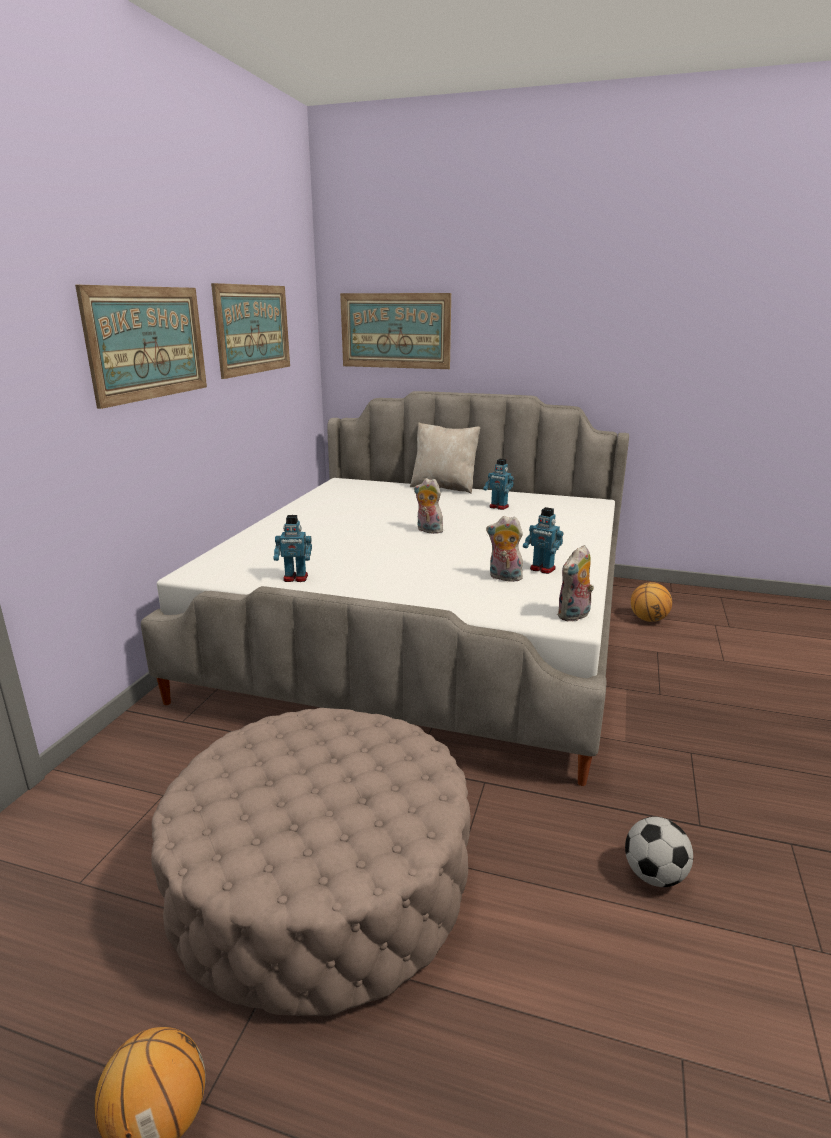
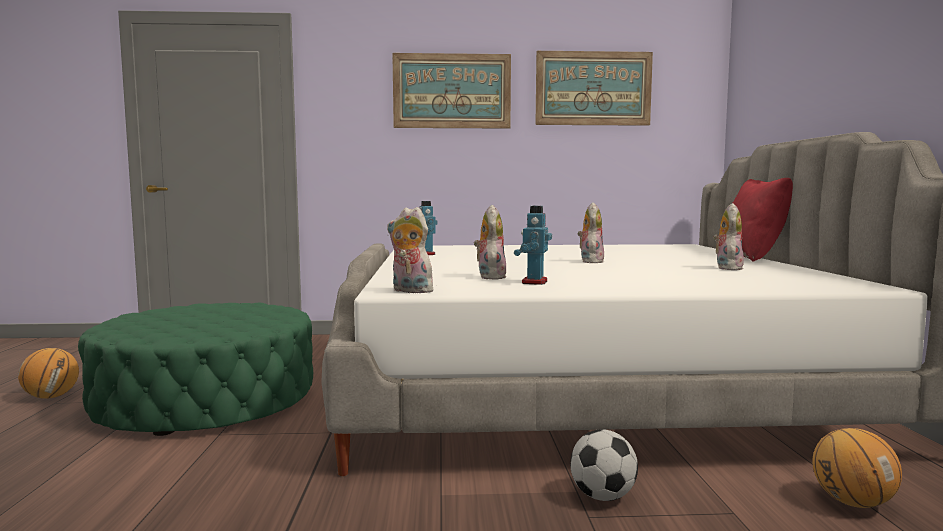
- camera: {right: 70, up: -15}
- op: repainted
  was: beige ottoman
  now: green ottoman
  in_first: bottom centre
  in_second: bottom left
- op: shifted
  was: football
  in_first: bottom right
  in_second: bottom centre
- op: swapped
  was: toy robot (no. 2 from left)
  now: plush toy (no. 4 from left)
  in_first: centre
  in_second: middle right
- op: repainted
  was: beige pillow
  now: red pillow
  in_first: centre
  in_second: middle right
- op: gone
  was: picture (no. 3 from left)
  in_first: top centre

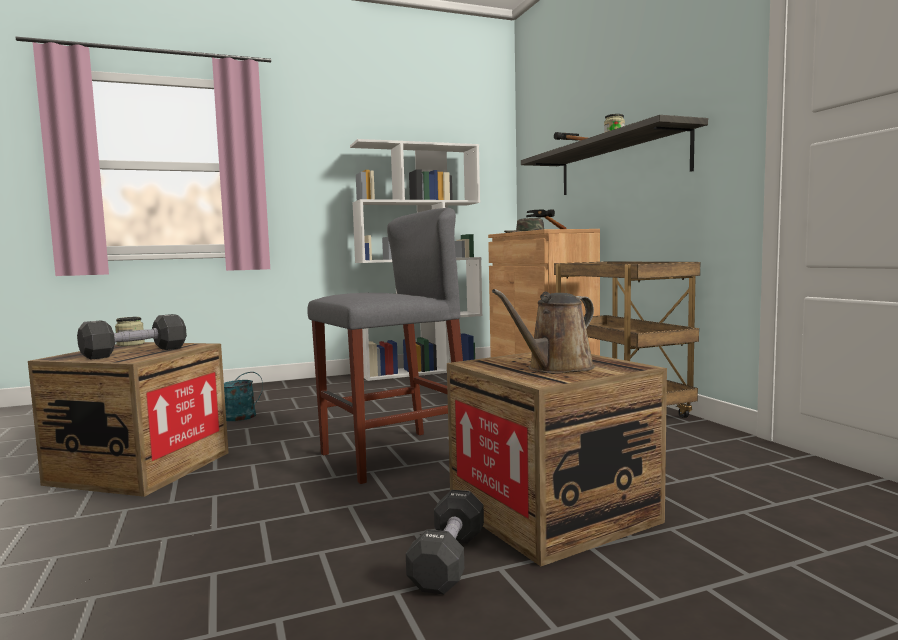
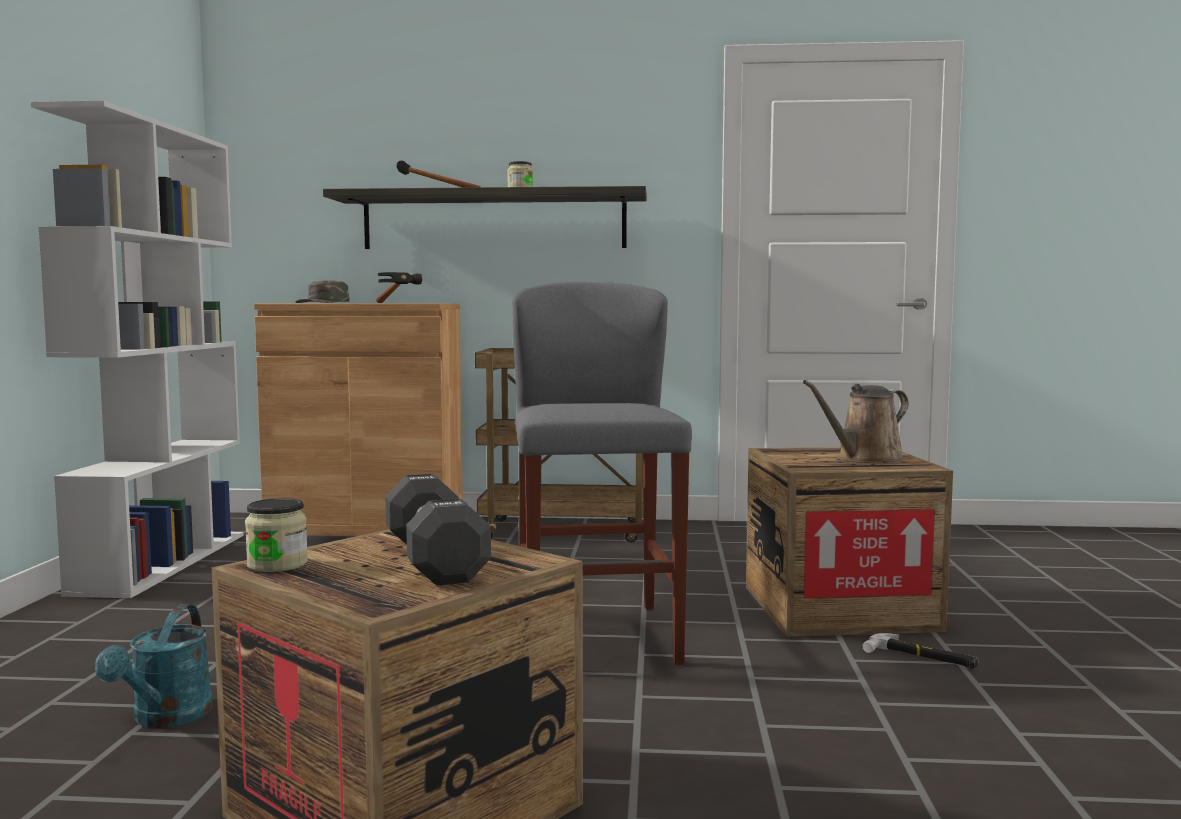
- camera: {right: -65, up: 0}
- op: rotated
  was: brown watering can
  in_first: centre
  in_second: middle right
  clockwise: 75
- op: swapped
  was: black dumbbell (no. 2 from left)
  now: hammer (no. 3 from left)
  in_first: bottom centre
  in_second: bottom right

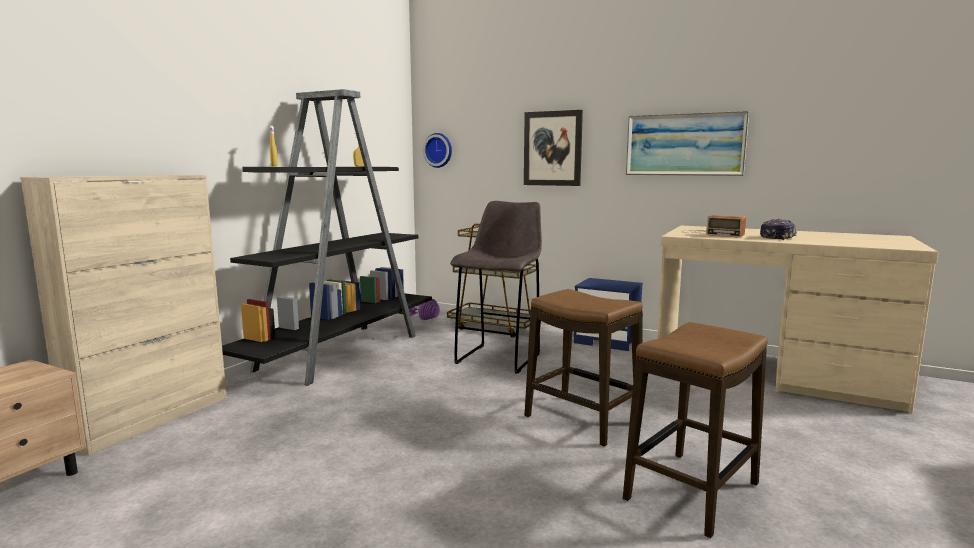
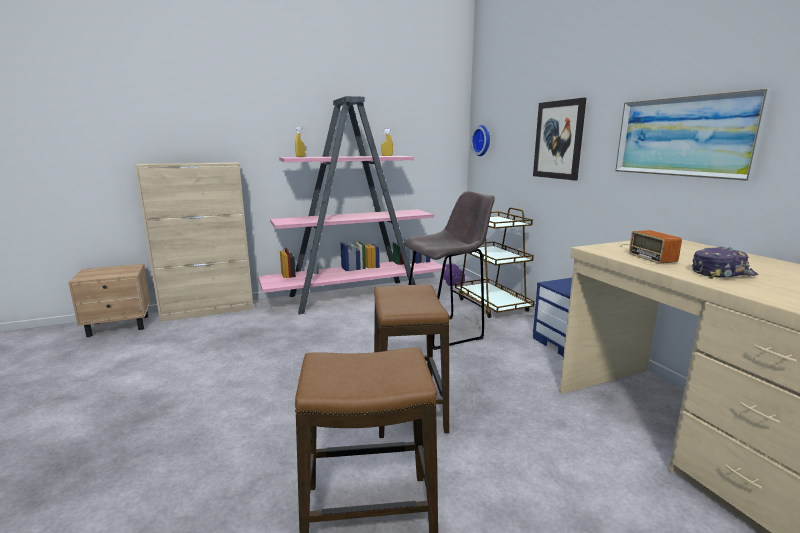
- camera: {right: 40, up: 5}
- op: repainted
  was: black bookcase
  now: pink bookcase
  in_first: centre
  in_second: centre

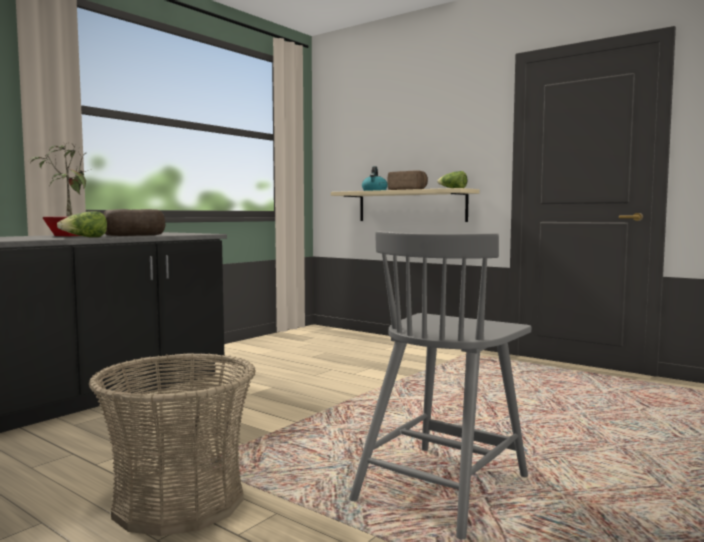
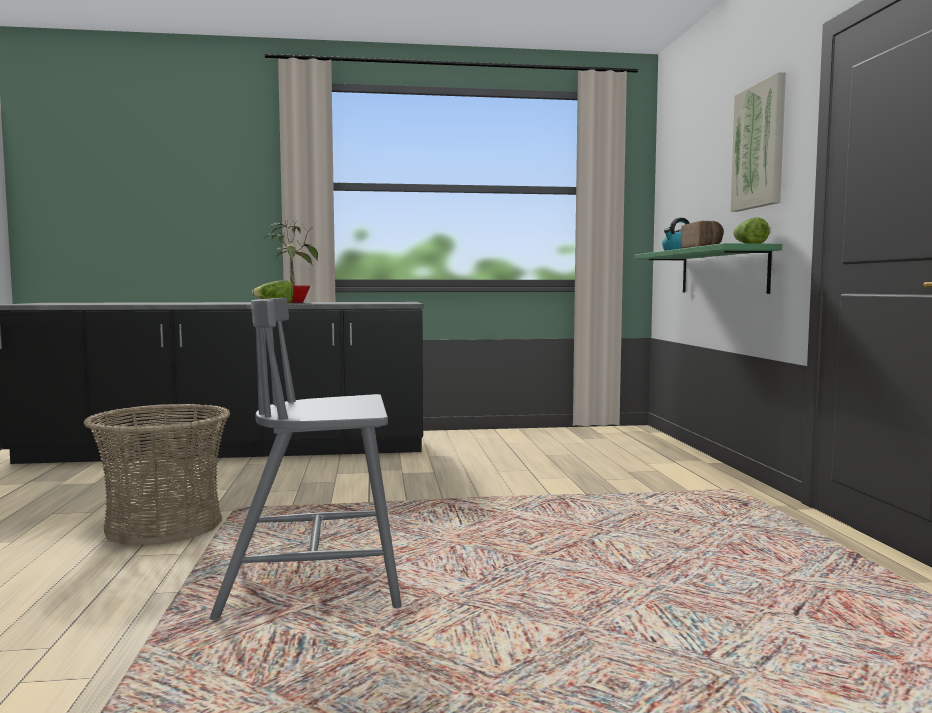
- camera: {right: 45, up: 0}
- op: repainted
  was: beige shelf
  now: green shelf
  in_first: centre
  in_second: middle right
- op: new
  now: picture
  in_second: top right
- op: gone
  was: bread (no. 1 from left)
  in_first: middle left

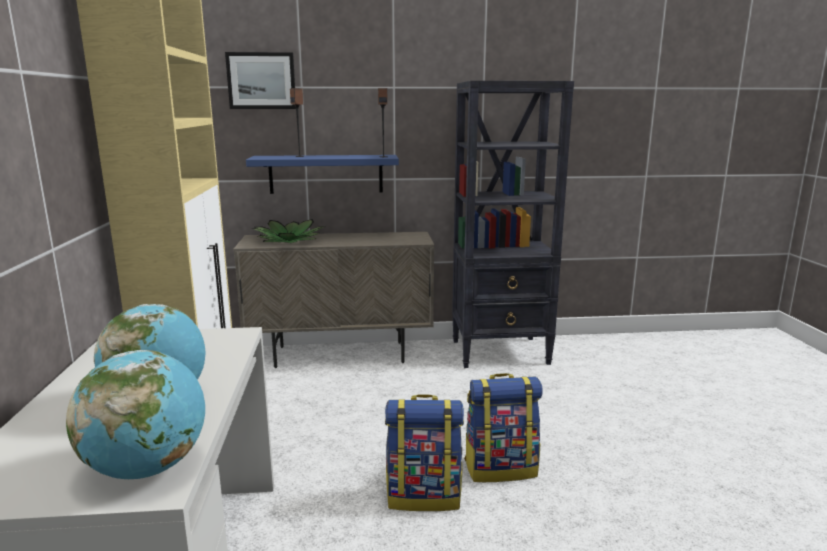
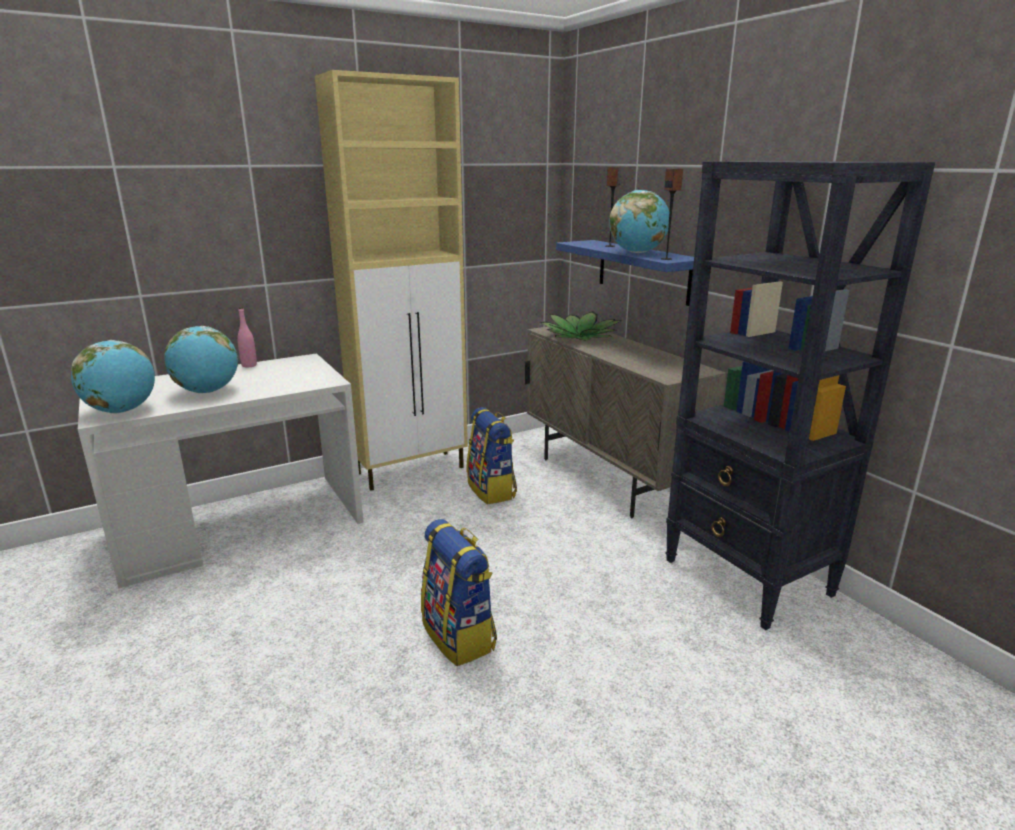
- camera: {right: 65, up: 5}
- op: new
  now: pink bottle
  in_second: middle left
- op: shifted
  was: backpack (no. 1 from left in the first image)
  now: backpack (no. 2 from left)
  in_first: bottom centre
  in_second: centre
- op: new
  now: globe (no. 3 from left)
  in_second: top centre
- op: gone
  was: picture
  in_first: top left

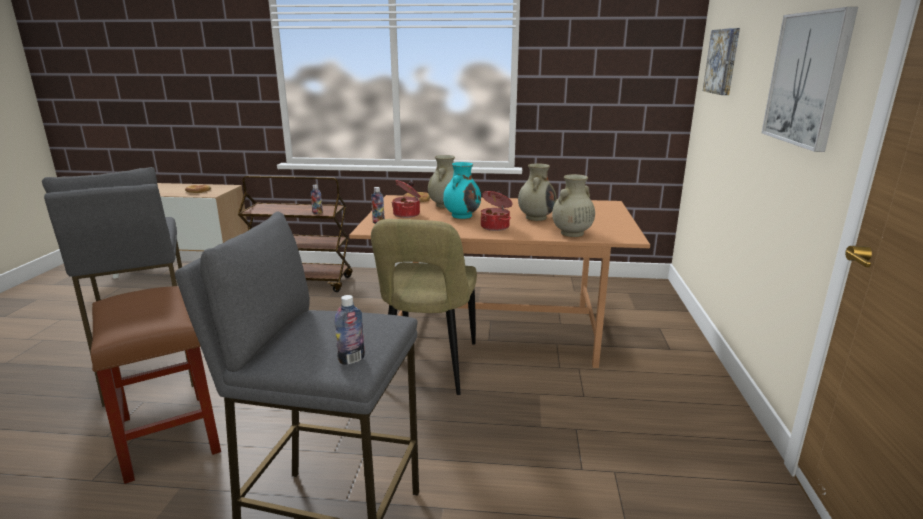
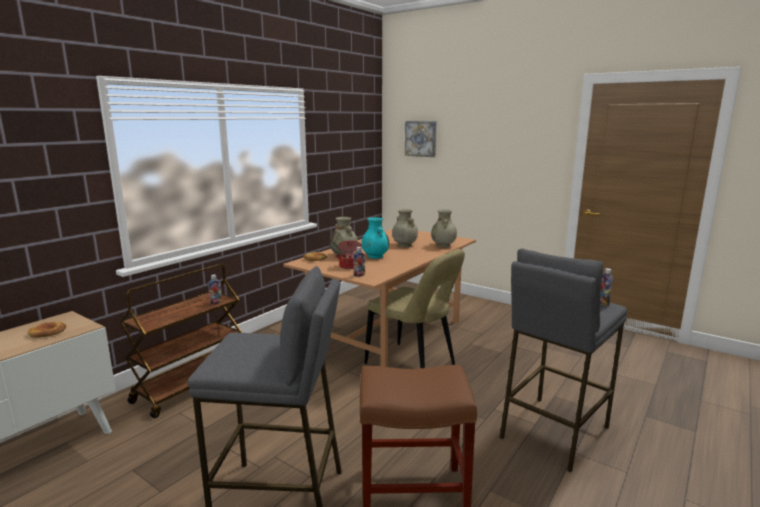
- camera: {right: -60, up: -5}
- op: gone
  was: cooking pot (no. 2 from left)
  in_first: centre
- op: gone
  was: picture (no. 2 from left)
  in_first: top right

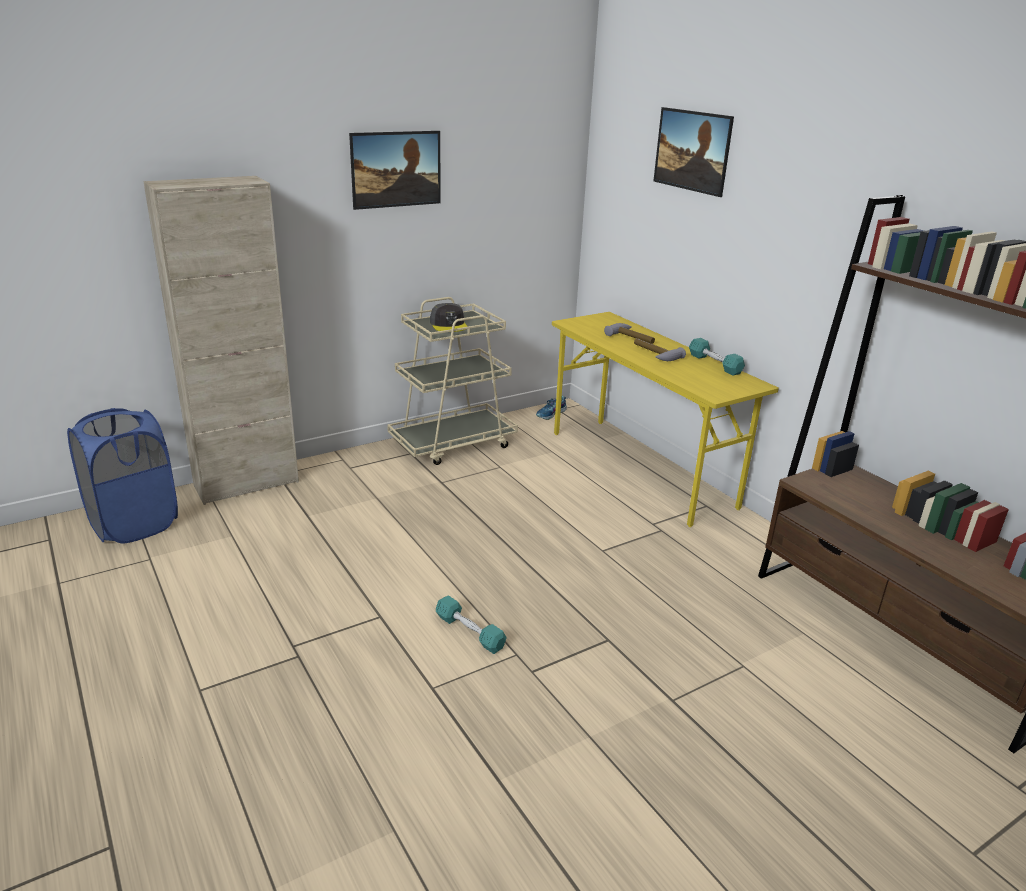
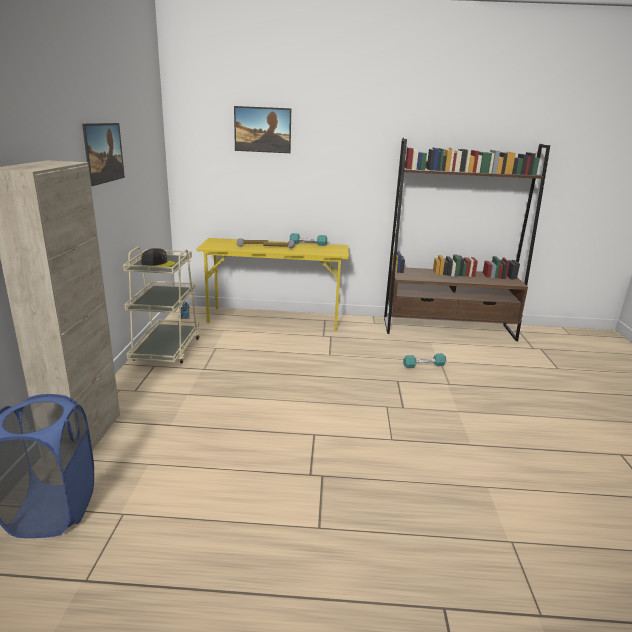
- camera: {right: -55, up: -5}
- op: shifted
  was: turquoise dumbbell (no. 1 from left in the first image)
  now: turquoise dumbbell (no. 2 from left)
  in_first: bottom centre
  in_second: middle right

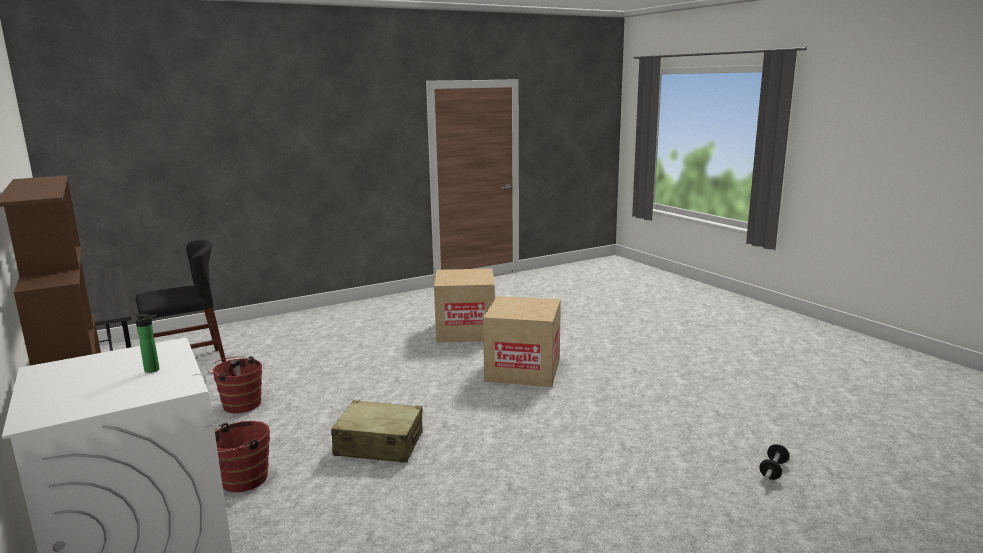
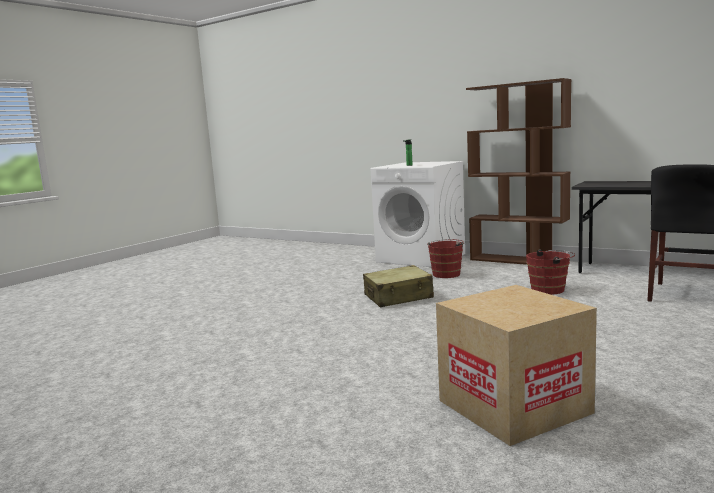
- camera: {right: 155, up: -5}
- op: gone
  was: cardboard box (no. 2 from left)
  in_first: centre
- op: gone
  was: dumbbell
  in_first: bottom right

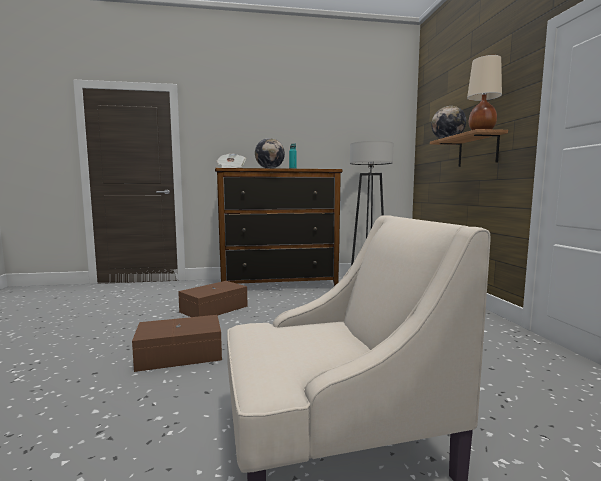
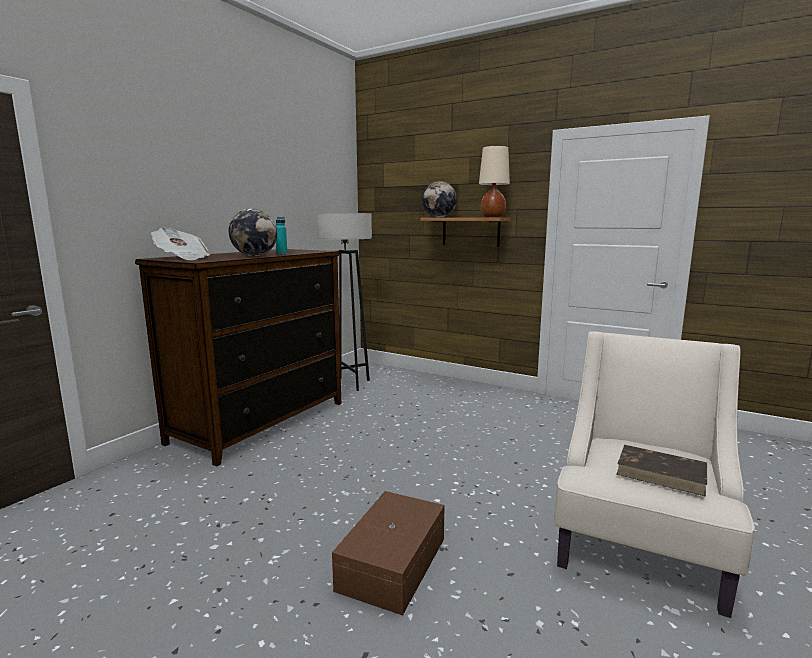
- camera: {right: -50, up: 5}
- op: new
  now: brown book
  in_second: bottom right
- op: gone
  was: brown storage box (no. 2 from left)
  in_first: centre

